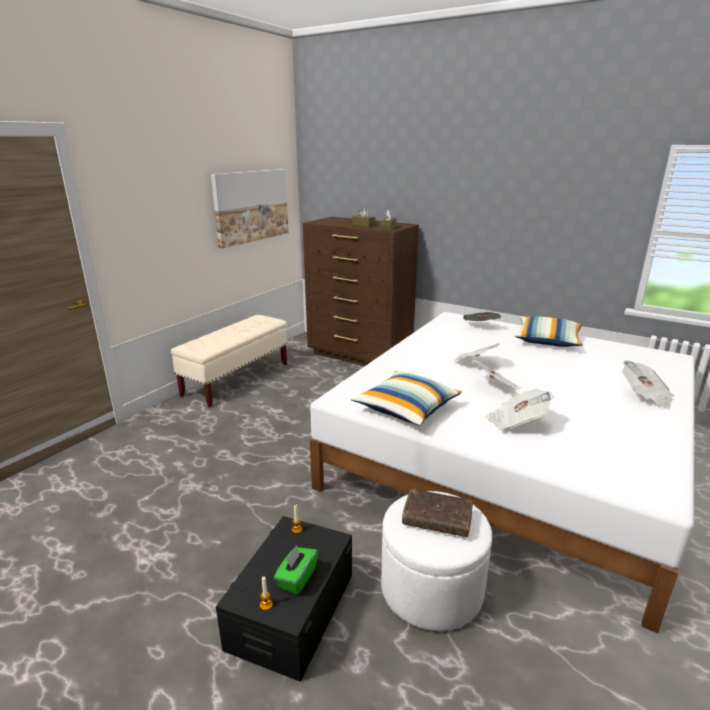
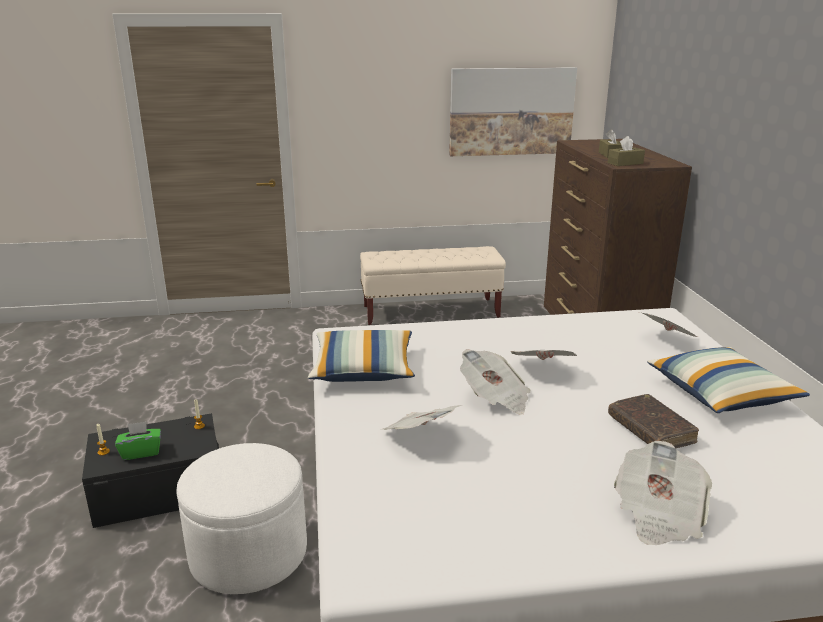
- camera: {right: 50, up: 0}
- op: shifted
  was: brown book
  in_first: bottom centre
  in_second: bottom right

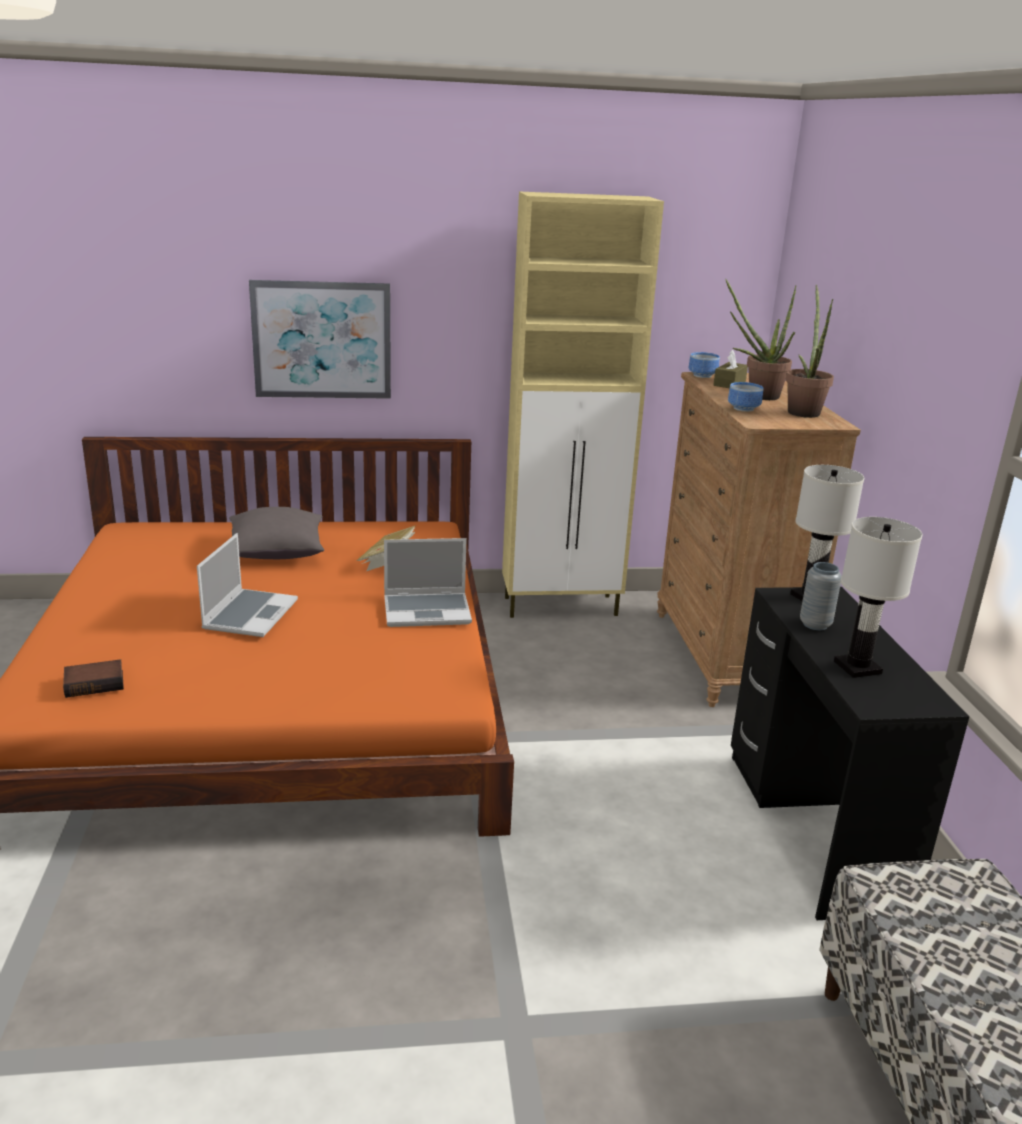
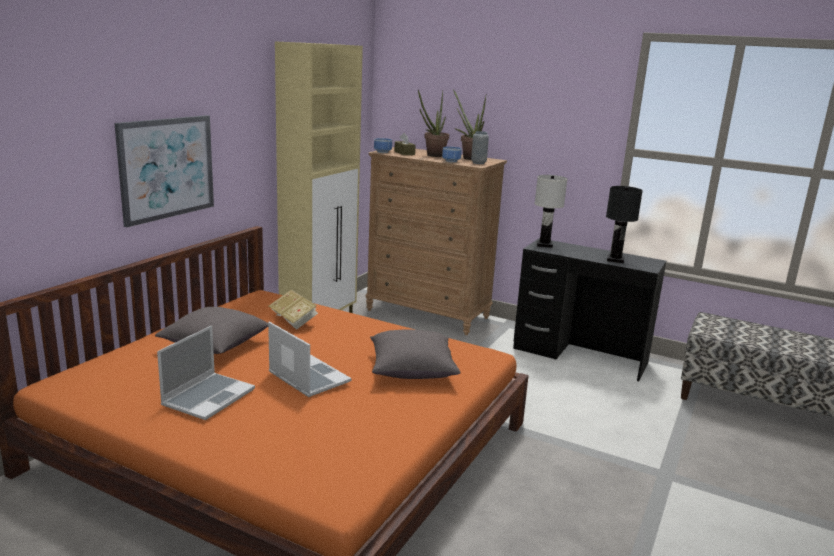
- camera: {right: -55, up: -5}
- op: shifted
  was: laptop (no. 2 from left in the first image)
  now: laptop (no. 1 from left)
  in_first: centre
  in_second: bottom left
- op: new
  now: grey pillow (no. 2 from left)
  in_second: centre
- op: shifted
  was: grey vase
  in_first: middle right
  in_second: top centre
- op: repainted
  was: white table lamp (no. 2 from left)
  now: black table lamp
  in_first: middle right
  in_second: middle right
- op: gone
  was: book (no. 1 from left)
  in_first: middle left

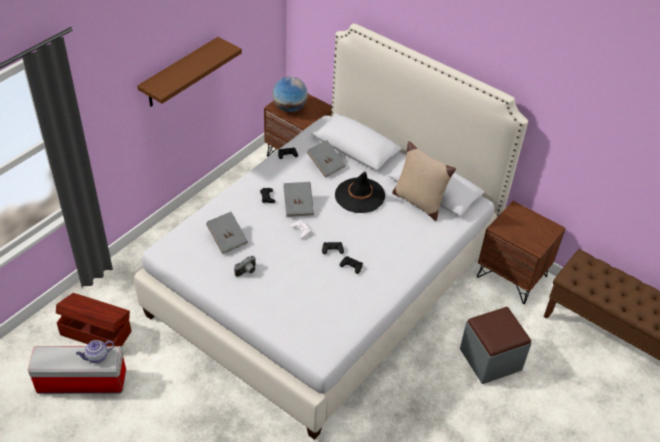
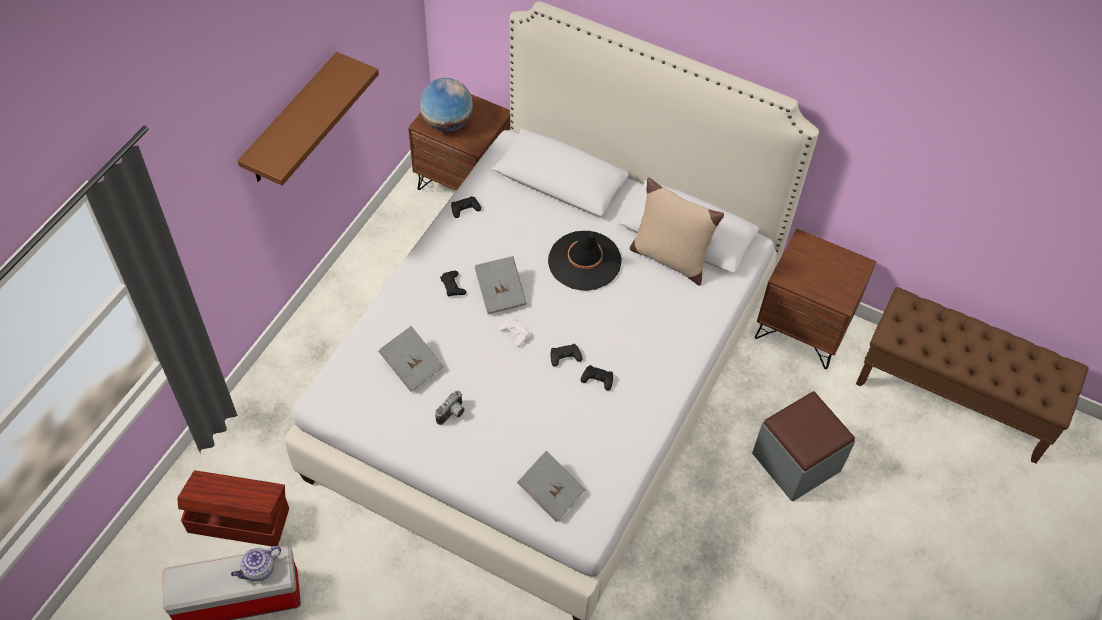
- camera: {right: -10, up: 10}
- op: shifted
  was: grey book (no. 3 from left)
  in_first: centre
  in_second: bottom centre

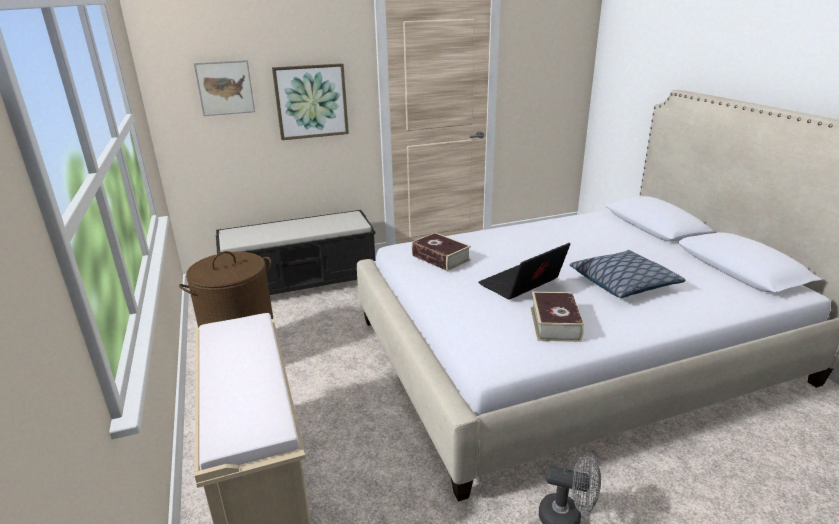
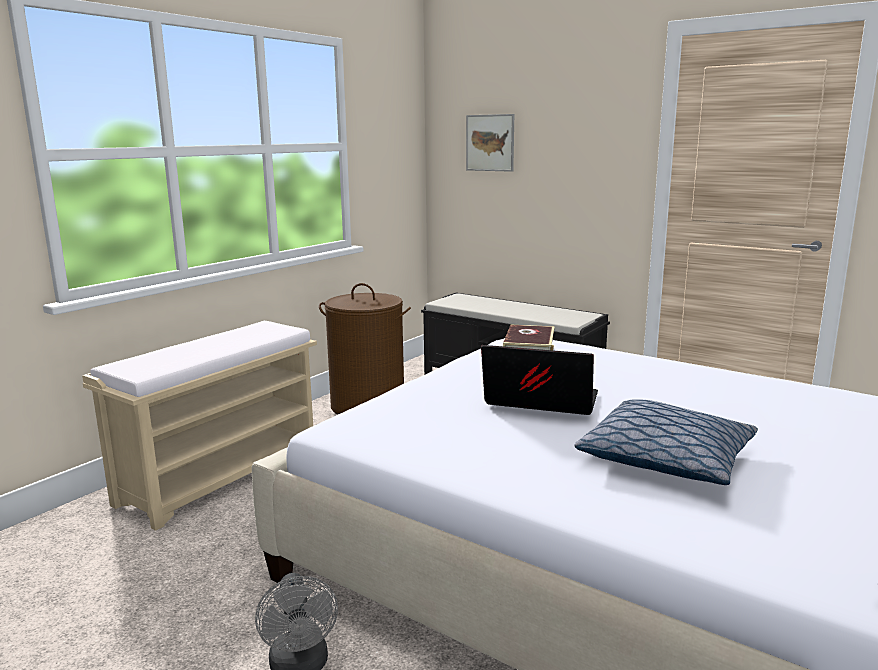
- camera: {right: 55, up: -10}
- op: gone
  was: picture (no. 2 from left)
  in_first: top centre
- op: gone
  was: book (no. 2 from left)
  in_first: centre

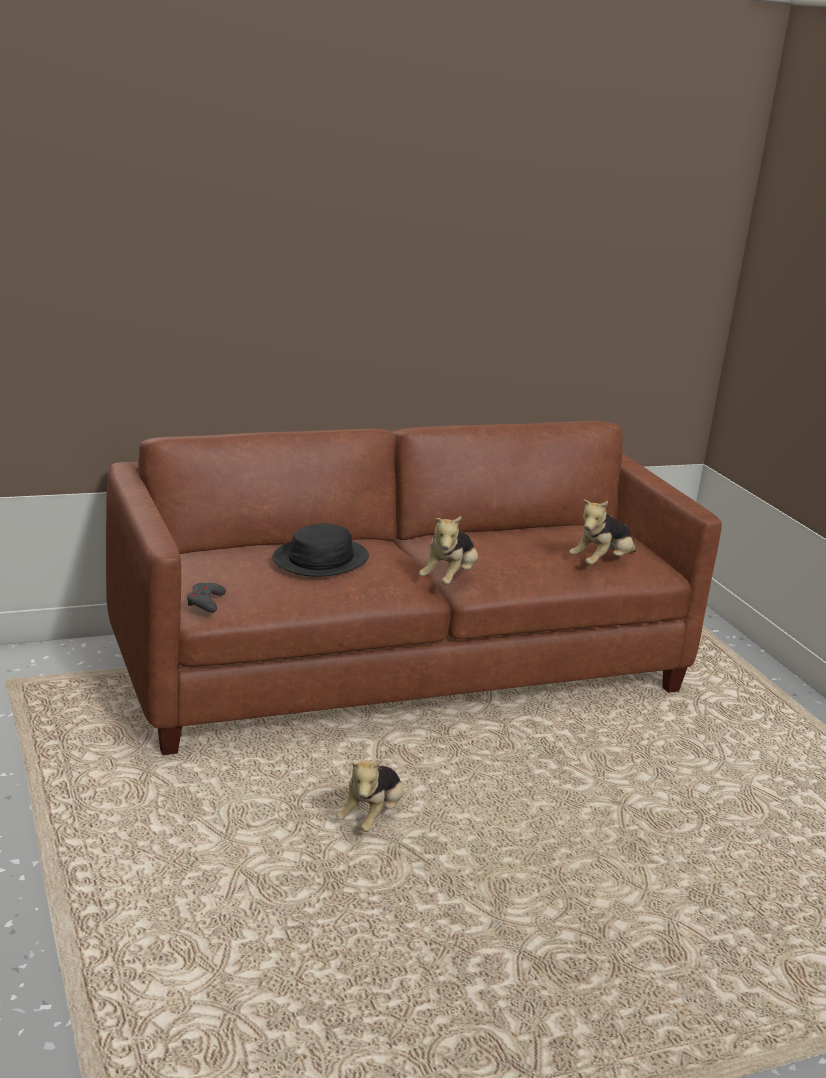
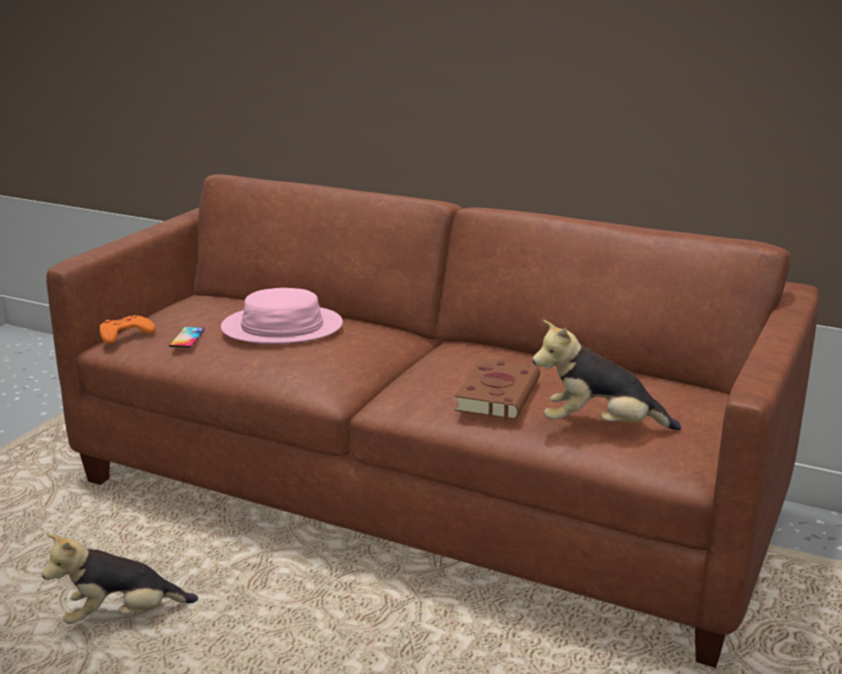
- camera: {right: 50, up: 0}
- op: repainted
  was: grey game controller
  now: orange game controller
  in_first: middle left
  in_second: middle left
- op: new
  now: phone
  in_second: middle left
- op: repainted
  was: black hat
  now: pink hat
  in_first: centre
  in_second: centre
- op: new
  now: brown book
  in_second: centre
- op: gone
  was: plush toy (no. 2 from left)
  in_first: centre

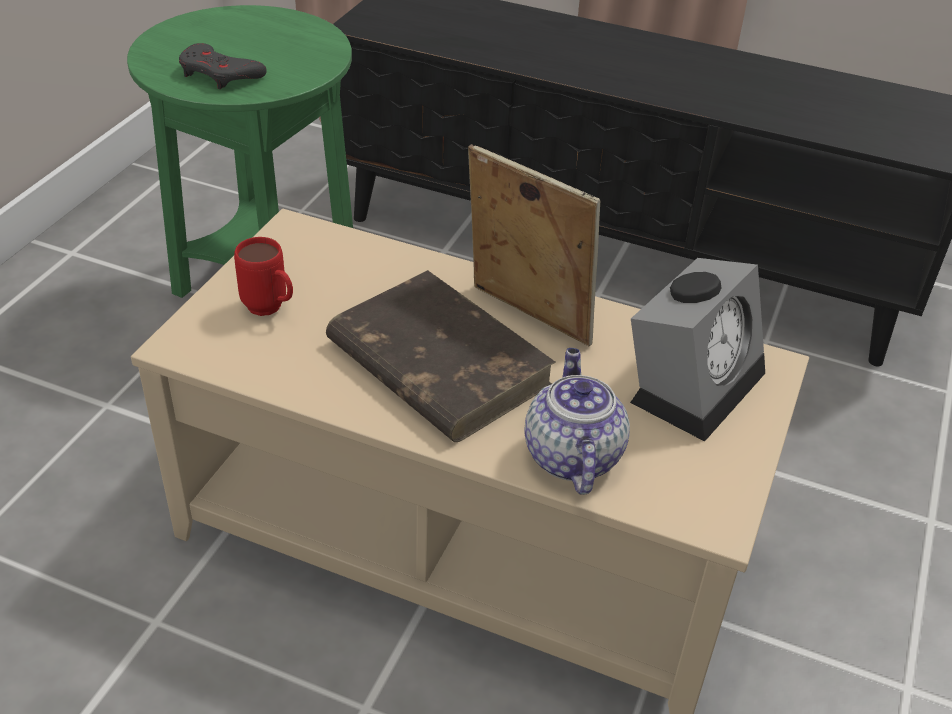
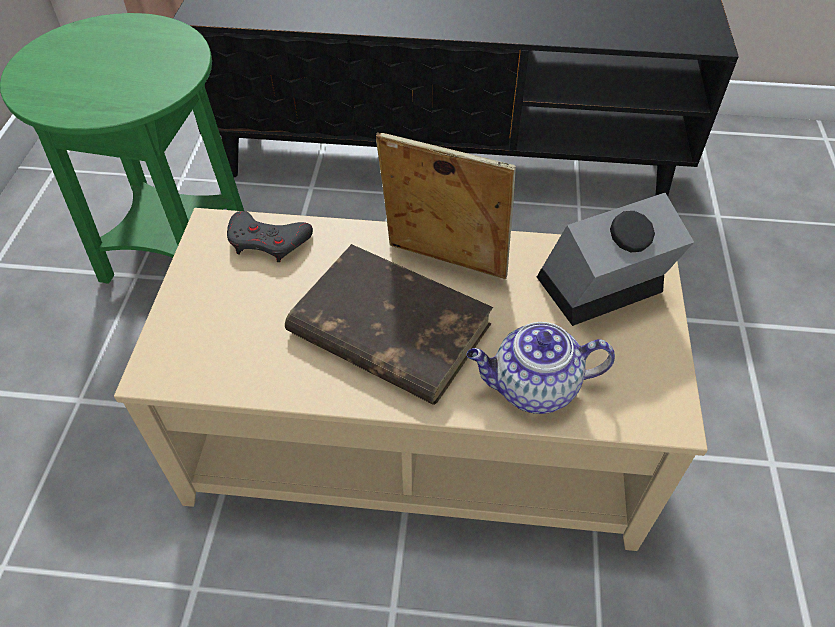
- camera: {right: -15, up: 10}
- op: shifted
  was: grey game controller
  in_first: top left
  in_second: middle left
- op: rotated
  was: teapot
  in_first: centre
  in_second: centre
  clockwise: -75
- op: rotated
  was: alarm clock
  in_first: middle right
  in_second: middle right
  clockwise: -135
- op: gone
  was: red mug
  in_first: middle left

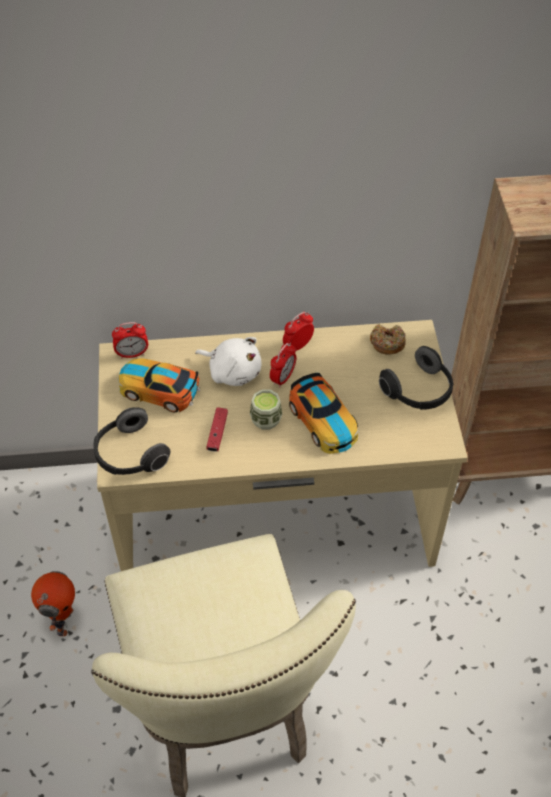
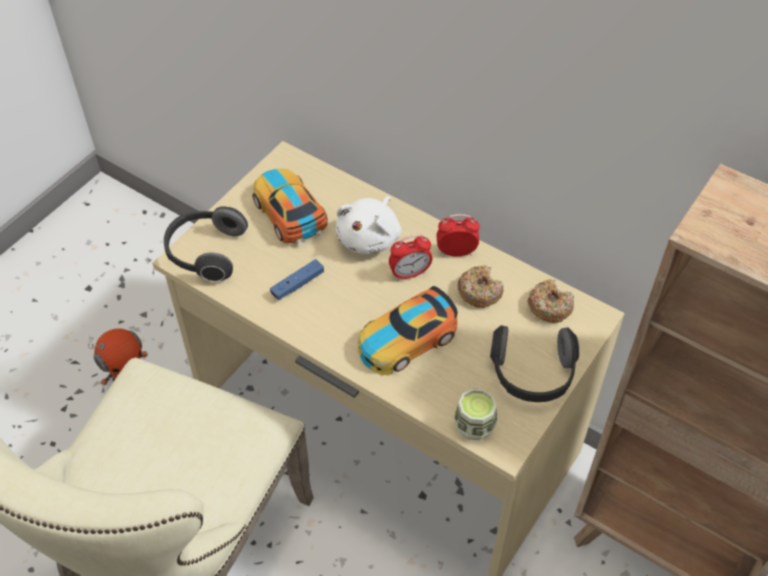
- camera: {right: 40, up: 0}
- op: repainted
  was: red game controller
  now: blue game controller
  in_first: centre
  in_second: centre
- op: rotated
  was: white plush toy
  in_first: centre
  in_second: centre
  clockwise: 45
- op: rotated
  was: toy car (no. 2 from left)
  in_first: centre
  in_second: centre
  clockwise: 45
- op: shifted
  was: cup
  in_first: centre
  in_second: bottom centre
- op: new
  now: donut (no. 1 from left)
  in_second: centre
- op: gone
  was: alarm clock (no. 1 from left)
  in_first: middle left

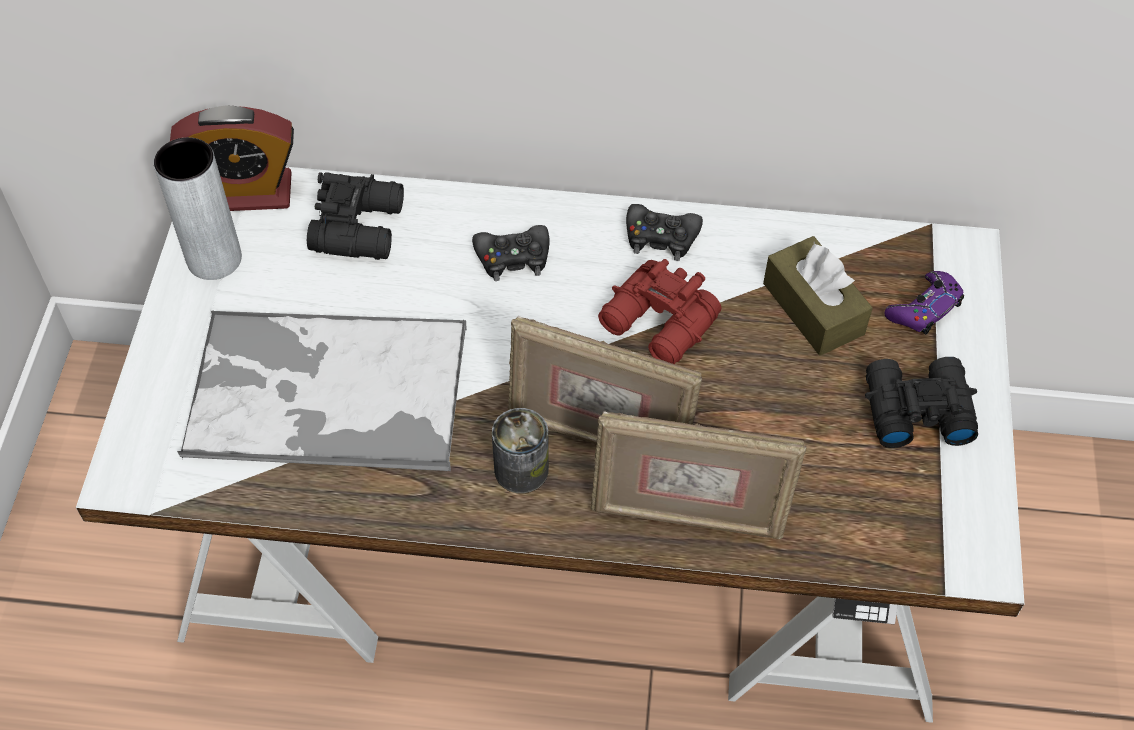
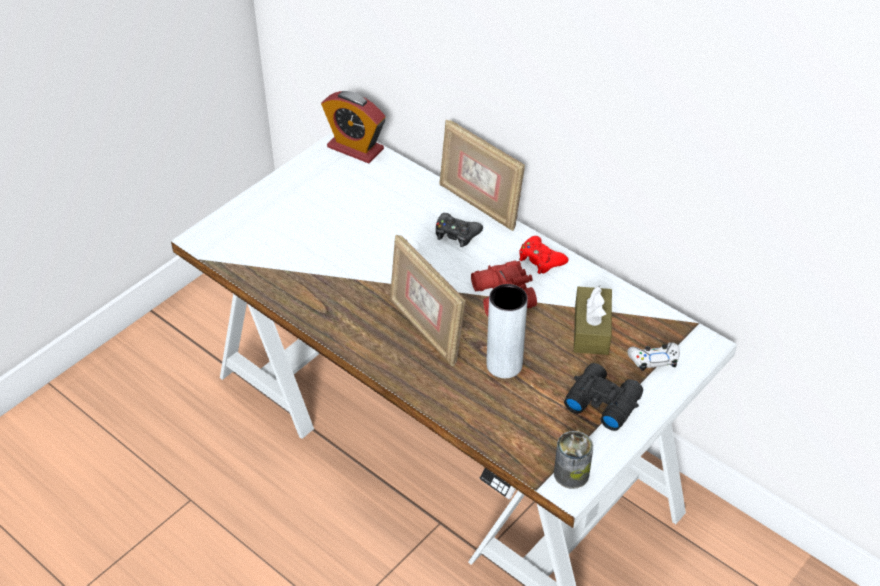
- camera: {right: 35, up: -10}
- op: shifted
  was: picture frame (no. 2 from left)
  in_first: centre
  in_second: top centre
- op: shifted
  was: grey vase
  in_first: top left
  in_second: centre
- op: repainted
  was: black game controller (no. 2 from left)
  now: red game controller
  in_first: top centre
  in_second: centre
- op: shifted
  was: can
  in_first: centre
  in_second: bottom centre
- op: repainted
  was: purple game controller
  now: white game controller
  in_first: middle right
  in_second: middle right
- op: gone
  was: tray
  in_first: middle left
- op: gone
  was: black binoculars (no. 1 from left)
  in_first: top left

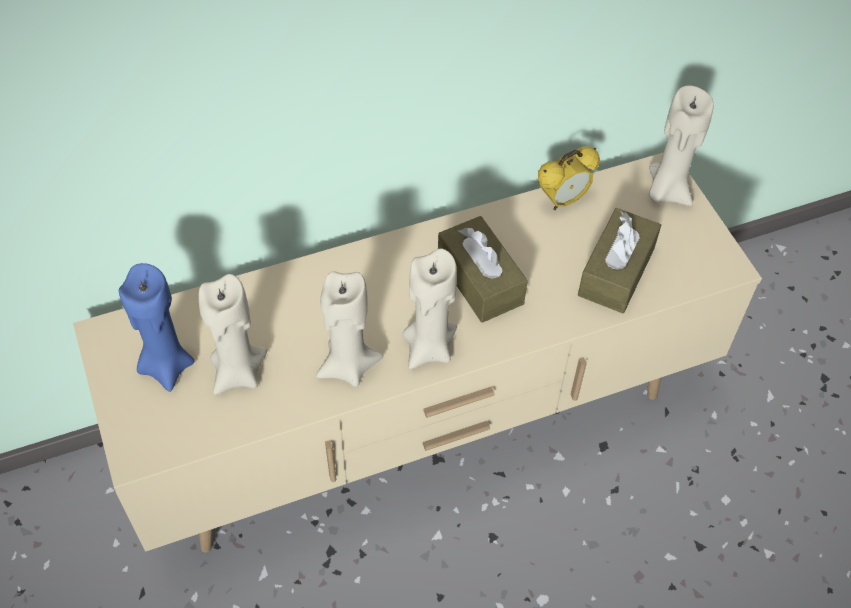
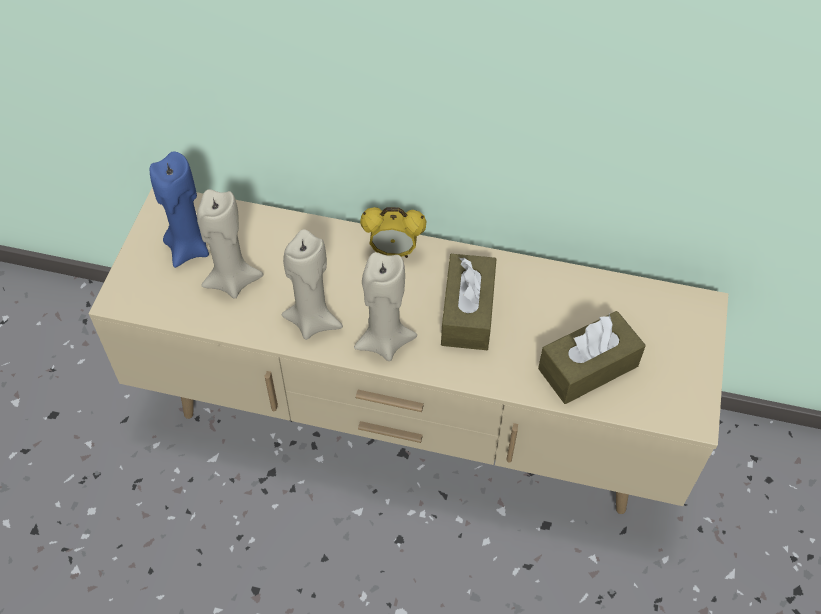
- camera: {right: 35, up: 0}
- op: shifted
  was: alarm clock
  in_first: top right
  in_second: centre
- op: gone
  was: beige candle (no. 4 from left)
  in_first: top right

